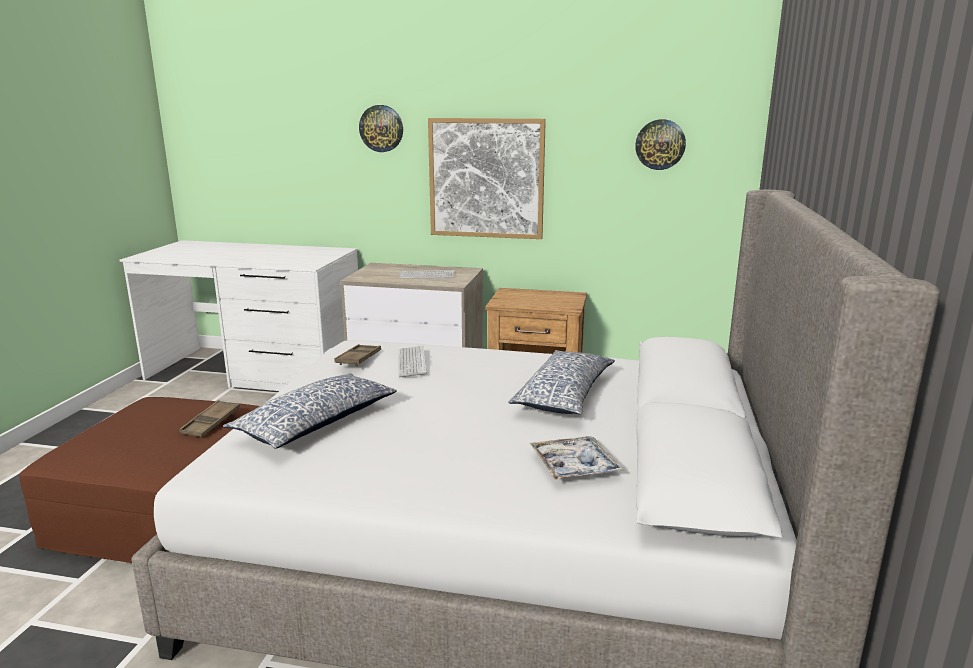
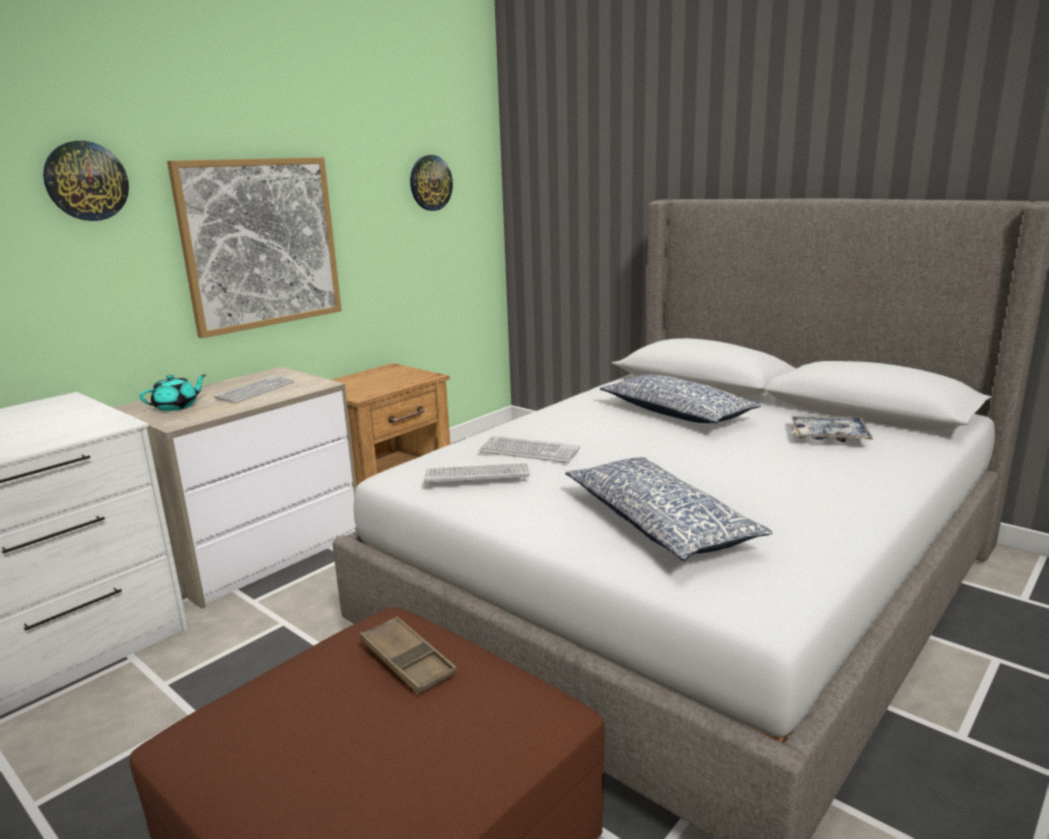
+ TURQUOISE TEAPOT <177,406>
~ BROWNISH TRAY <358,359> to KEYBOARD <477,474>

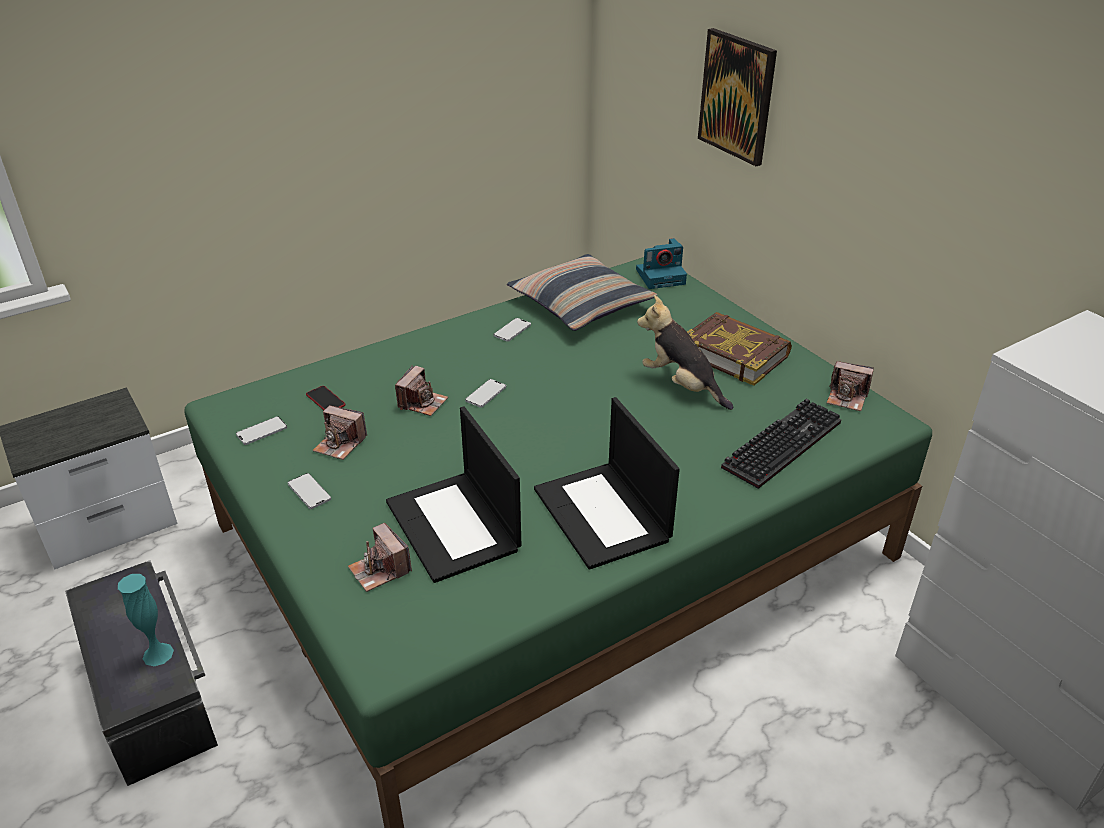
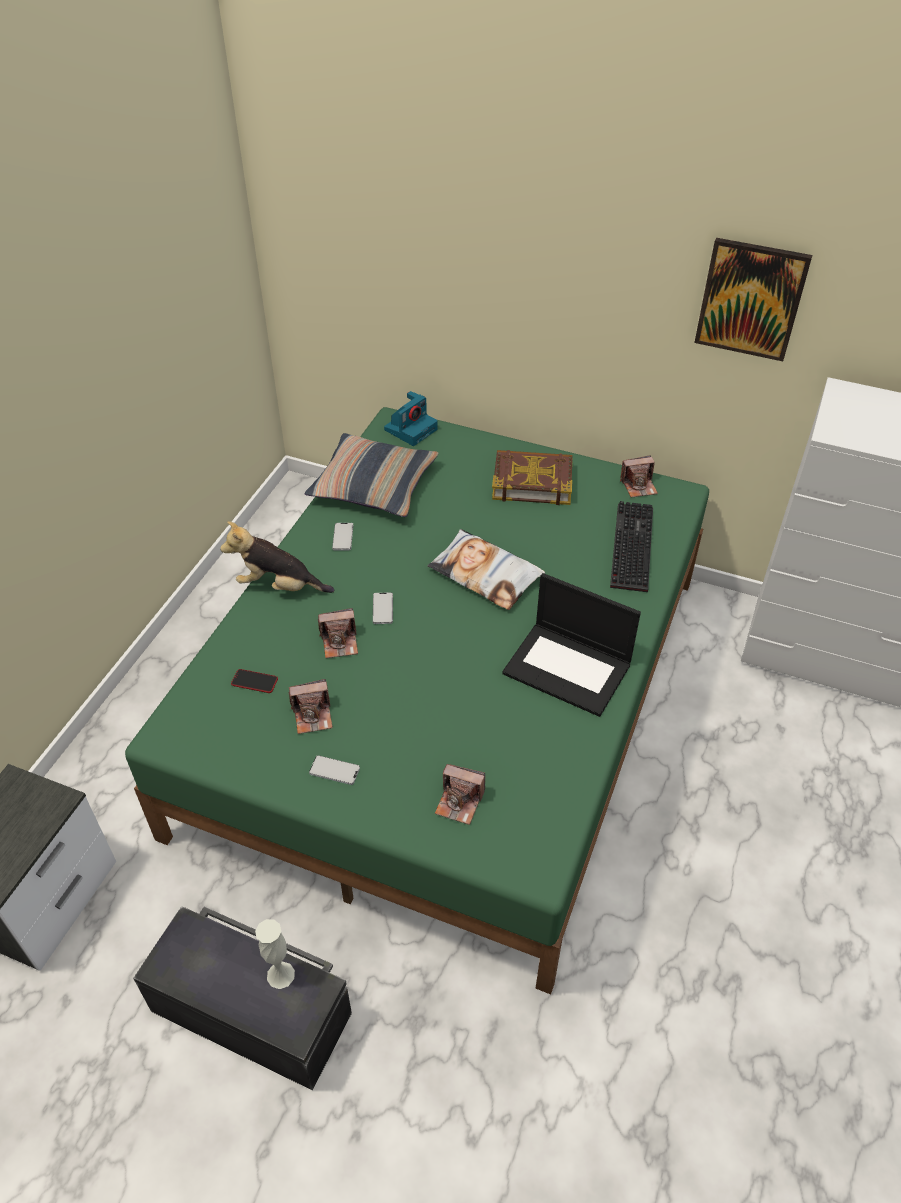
~ PLUSH TOY <681,385> to <279,586>
~ TURQUOISE FLOWER VASE <158,654> to WHITE-COLOURED FLOWER VASE <280,975>
~ STILL CAMERA <422,403> = <340,642> 90 degrees clockwise
+ CUSHION <485,575>
~ WALL PICTURE <737,96> to <751,299>
- HANDSET <262,431>
- LAPTOP <454,526>

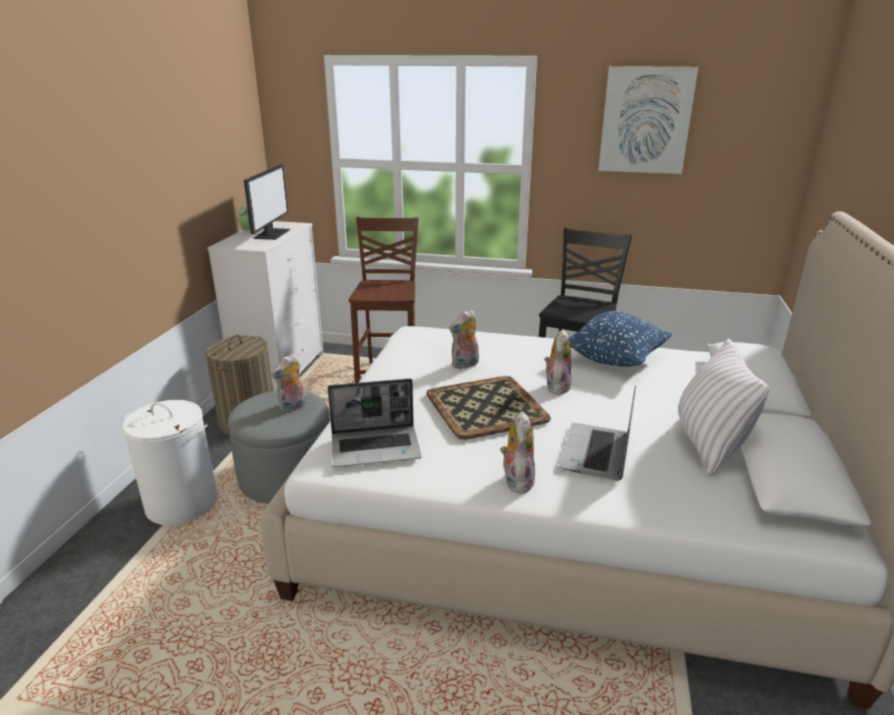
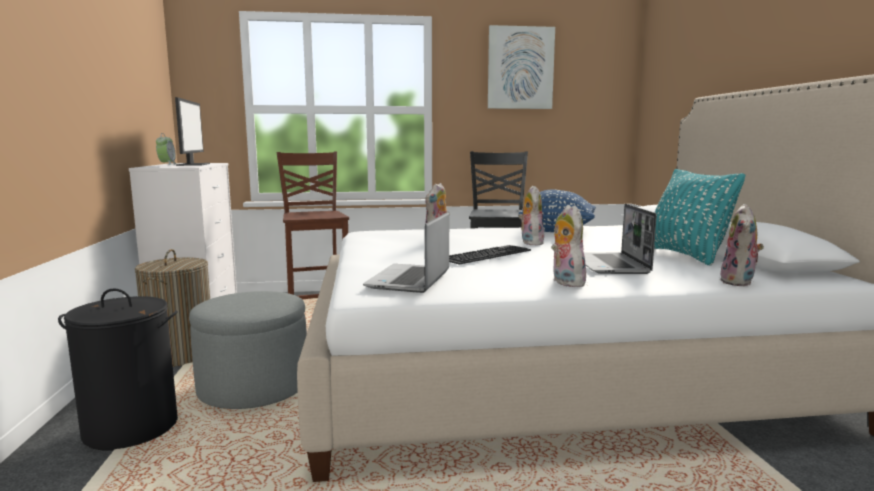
~ WHITE-COLOURED LAUNDRY BASKET <182,503> to BLACK LAUNDRY BASKET <132,427>
~ LAPTOP <376,447> = <410,280> 135 degrees clockwise
~ TRAY <486,406> to KEYBOARD <485,254>
~ WHITE-COLOURED CUSHION <708,445> to TURQUOISE CUSHION <686,255>
~ PLUSH TOY <293,407> to <739,282>

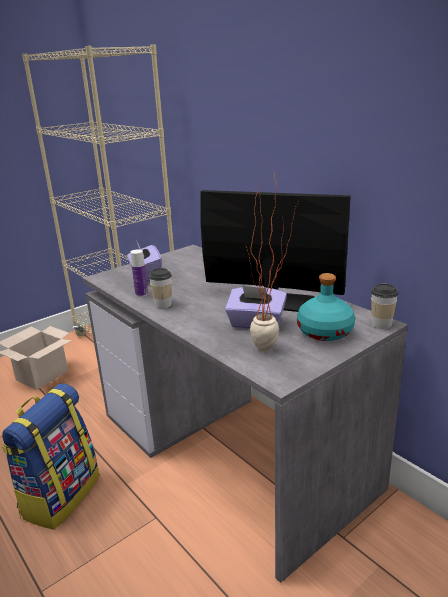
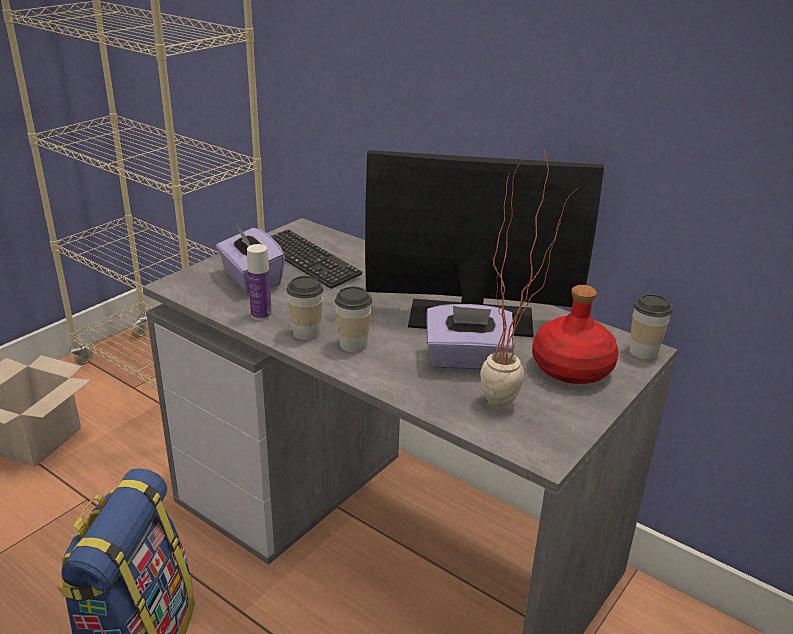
+ KEYBOARD <308,261>
+ DRINKING CUP <353,344>
~ TURQUOISE BOTTLE <325,332> to RED BOTTLE <572,368>

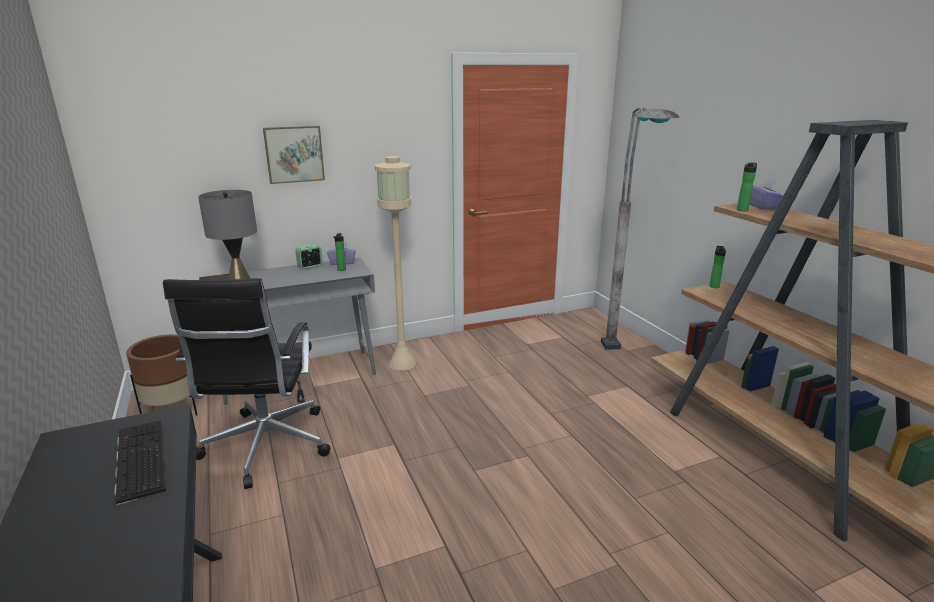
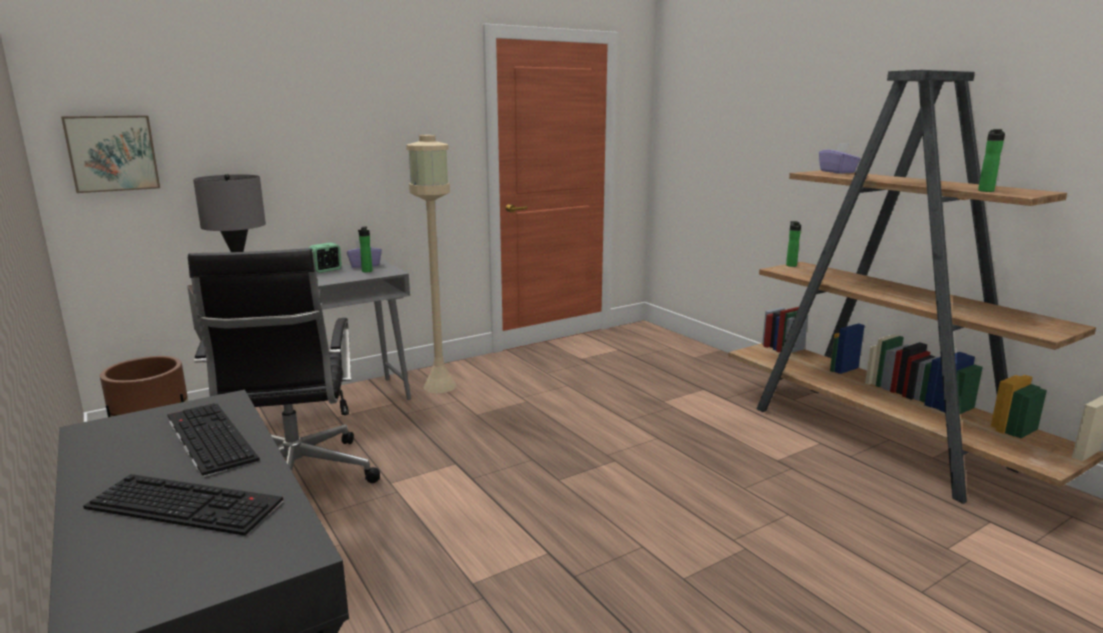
~ WALL PICTURE <294,154> to <112,153>
+ KEYBOARD <188,504>
~ BOTTLE <742,209> to <985,190>
- GREY FLOOR LAMP <621,362>

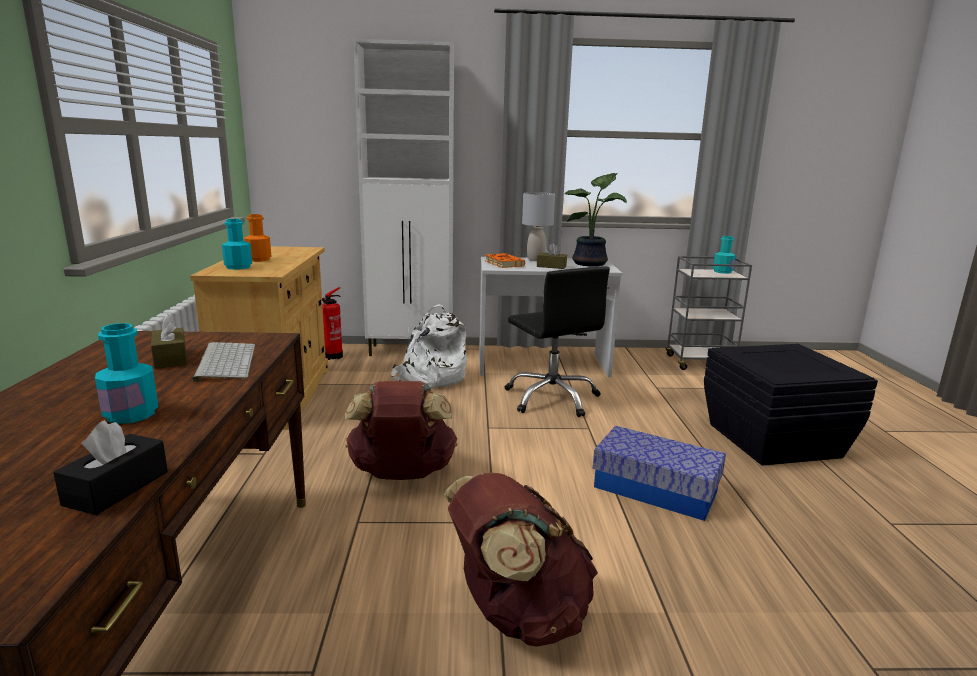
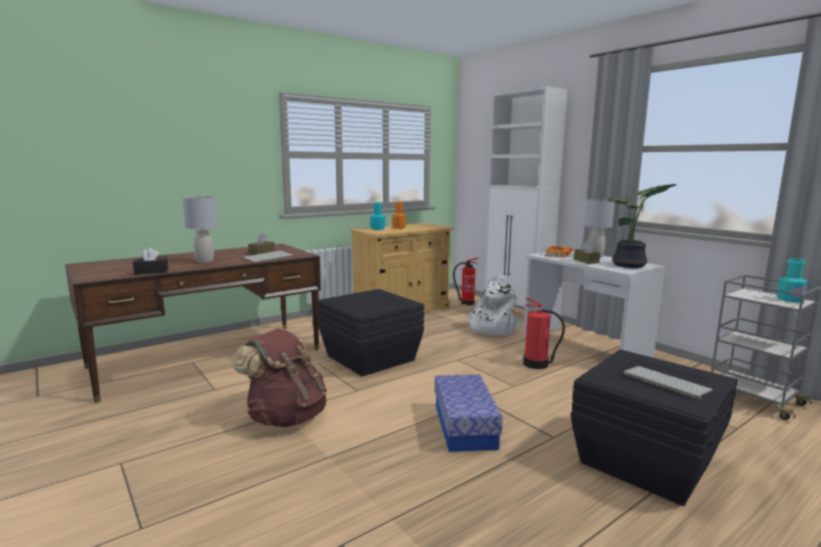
~ TURQUOISE BOTTLE <131,414> to GREY LAMP FOR A TABLE <205,261>
~ BROWNISH KNAPSACK <402,475> to BLACK STORAGE CONTAINER <371,358>
~ BLACK OFFICE CHAIR <552,398> to FIRE-FIGHTING CYLINDER <536,364>
+ KEYBOARD <665,382>

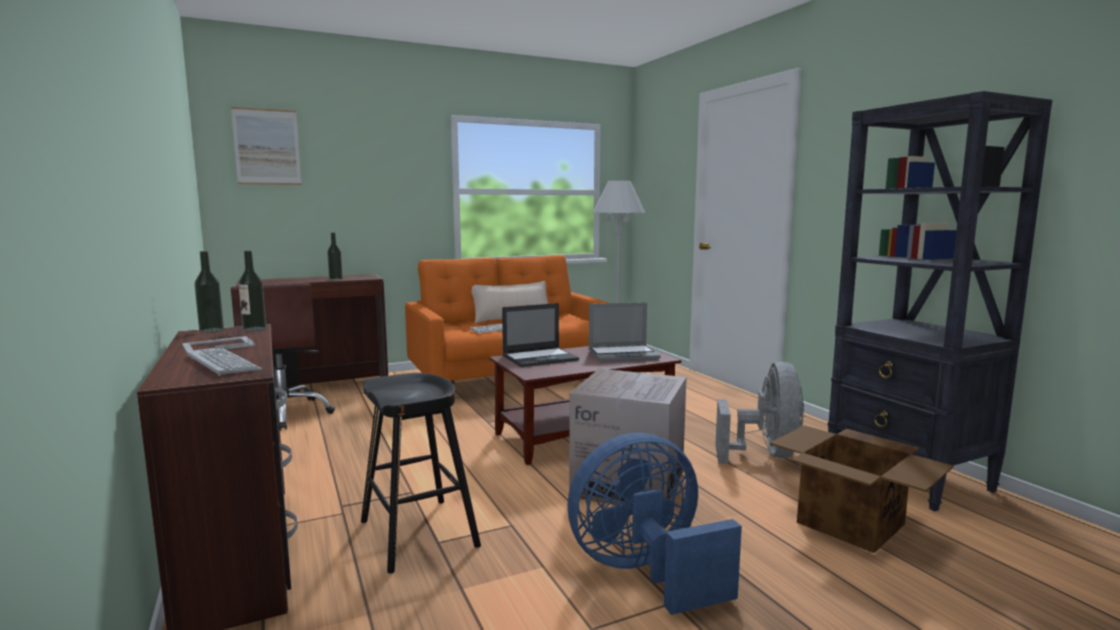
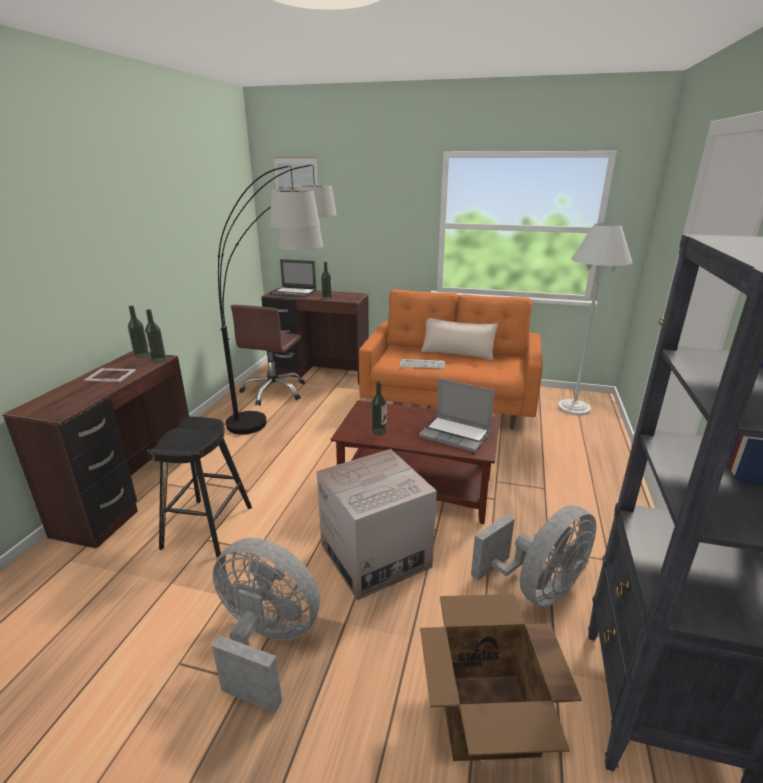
~ BLUE COOLING FAN <645,572> to GREY COOLING FAN <266,643>
+ FLOOR LAMP <294,426>
~ LAPTOP <541,358> to <294,293>
+ BOTTLE <378,431>
- KEYBOARD <223,363>

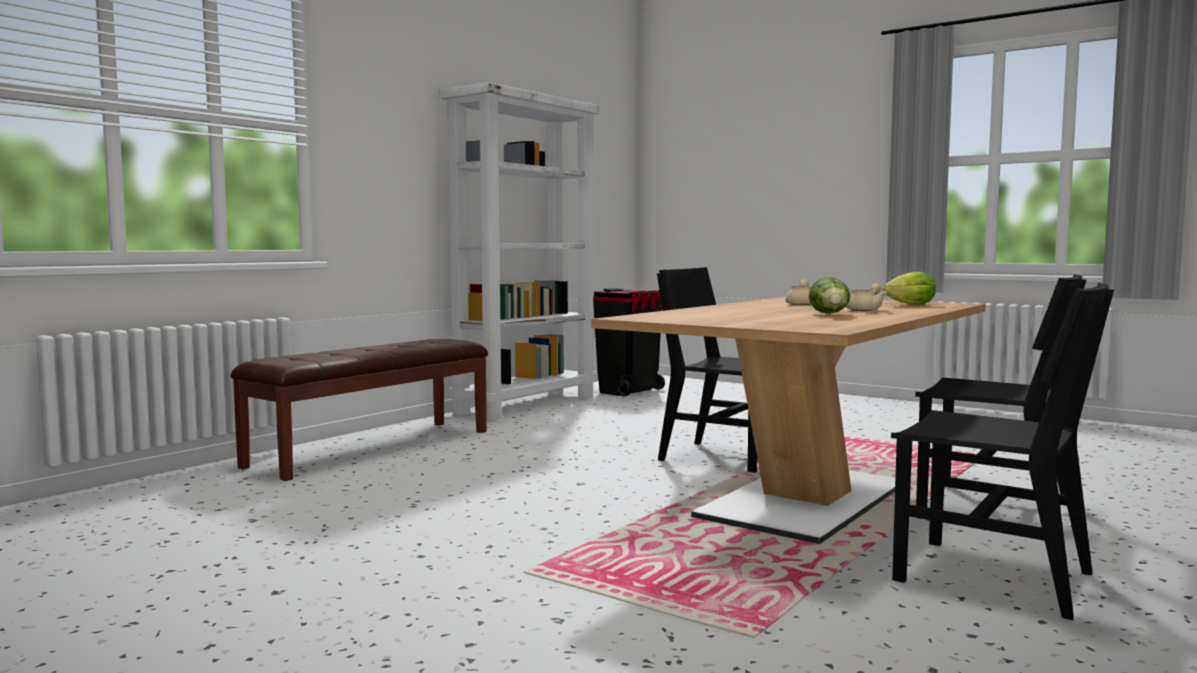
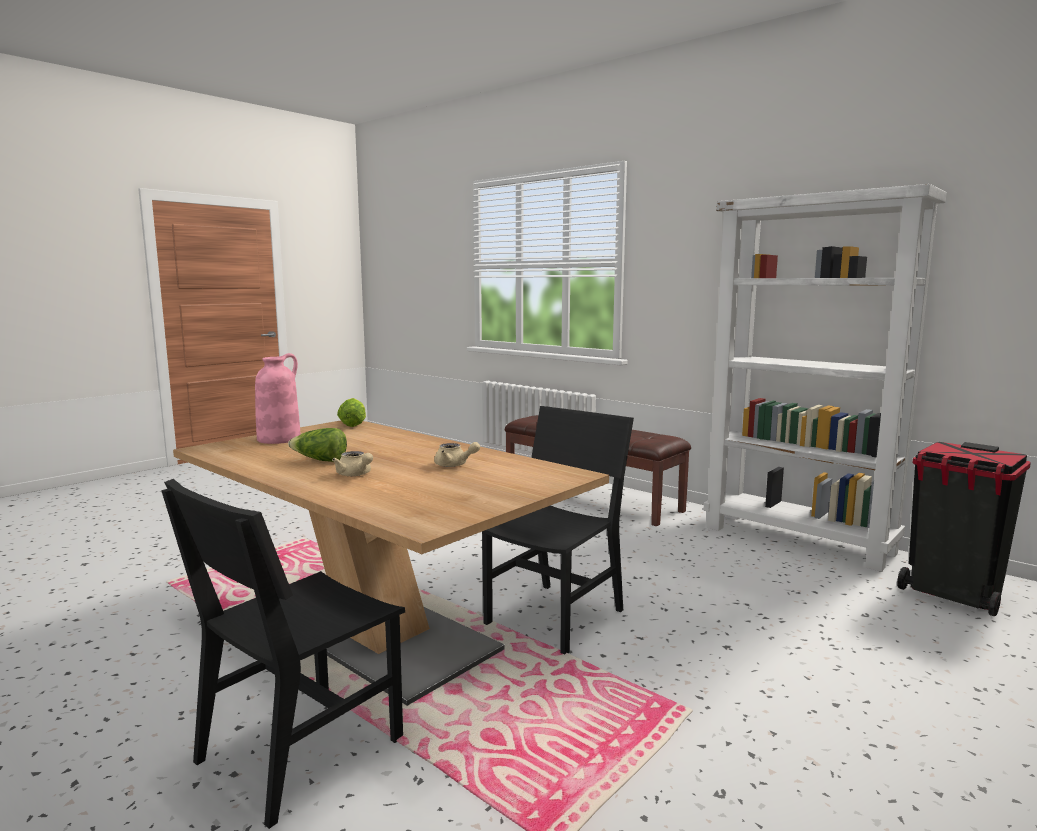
+ PINK FLOWER VASE <279,439>
~ LETTUCE HEAD <908,305> to <353,424>
- BLACK CHAIR <993,577>

